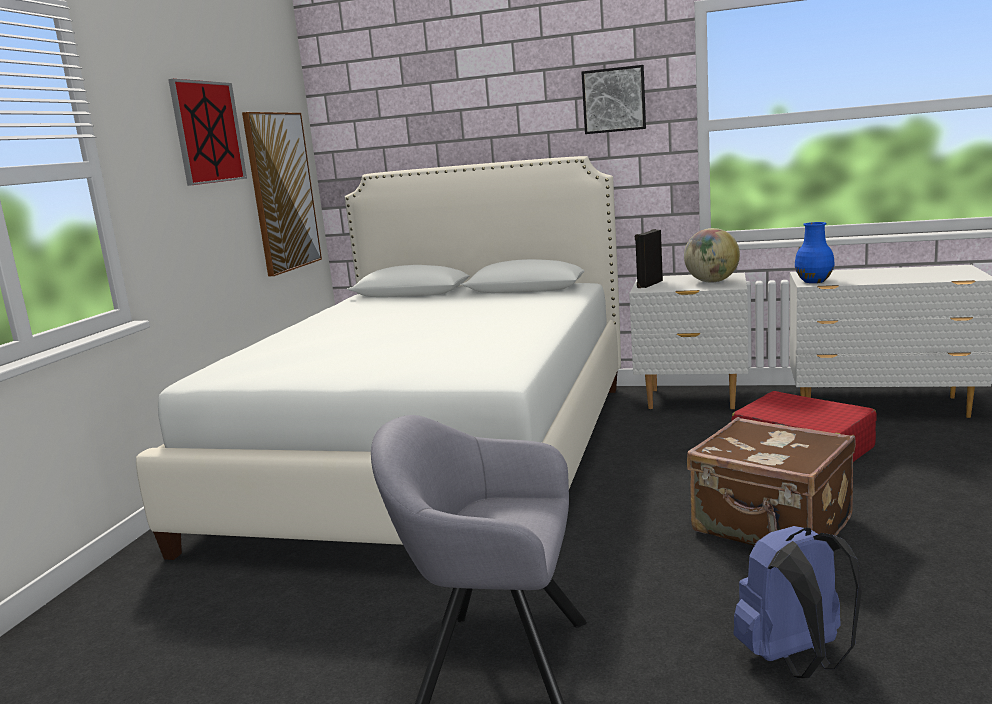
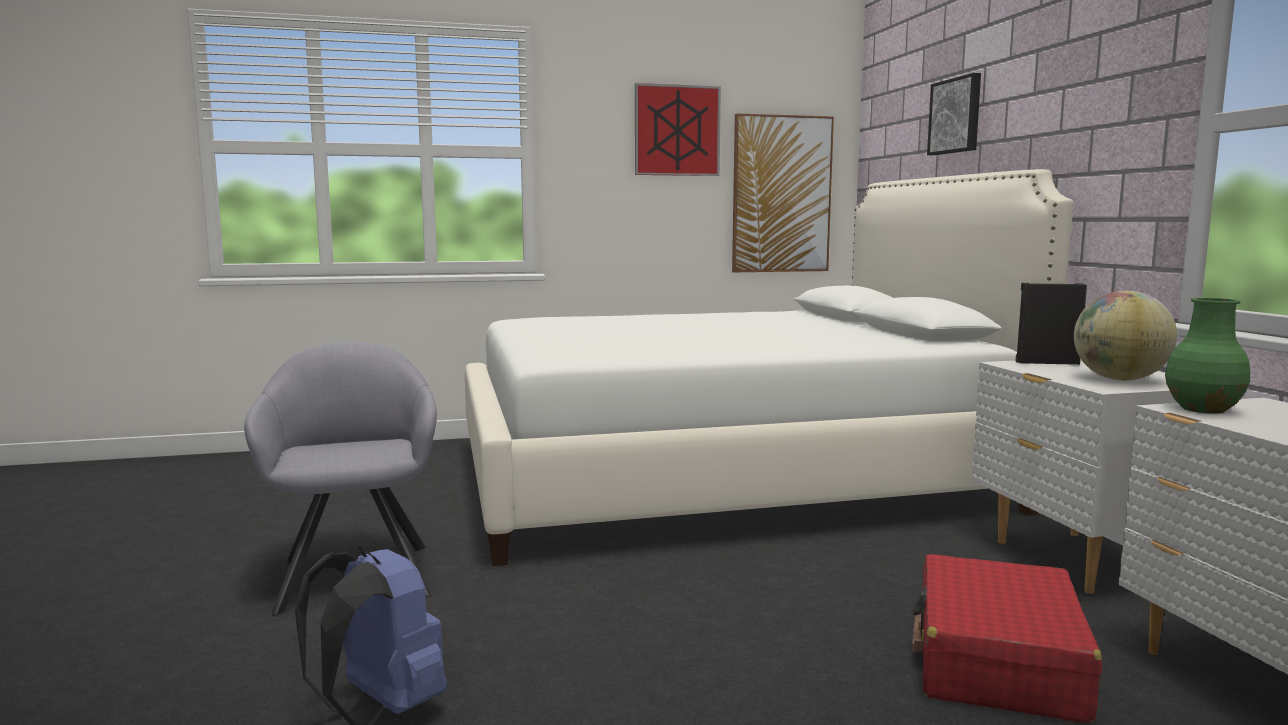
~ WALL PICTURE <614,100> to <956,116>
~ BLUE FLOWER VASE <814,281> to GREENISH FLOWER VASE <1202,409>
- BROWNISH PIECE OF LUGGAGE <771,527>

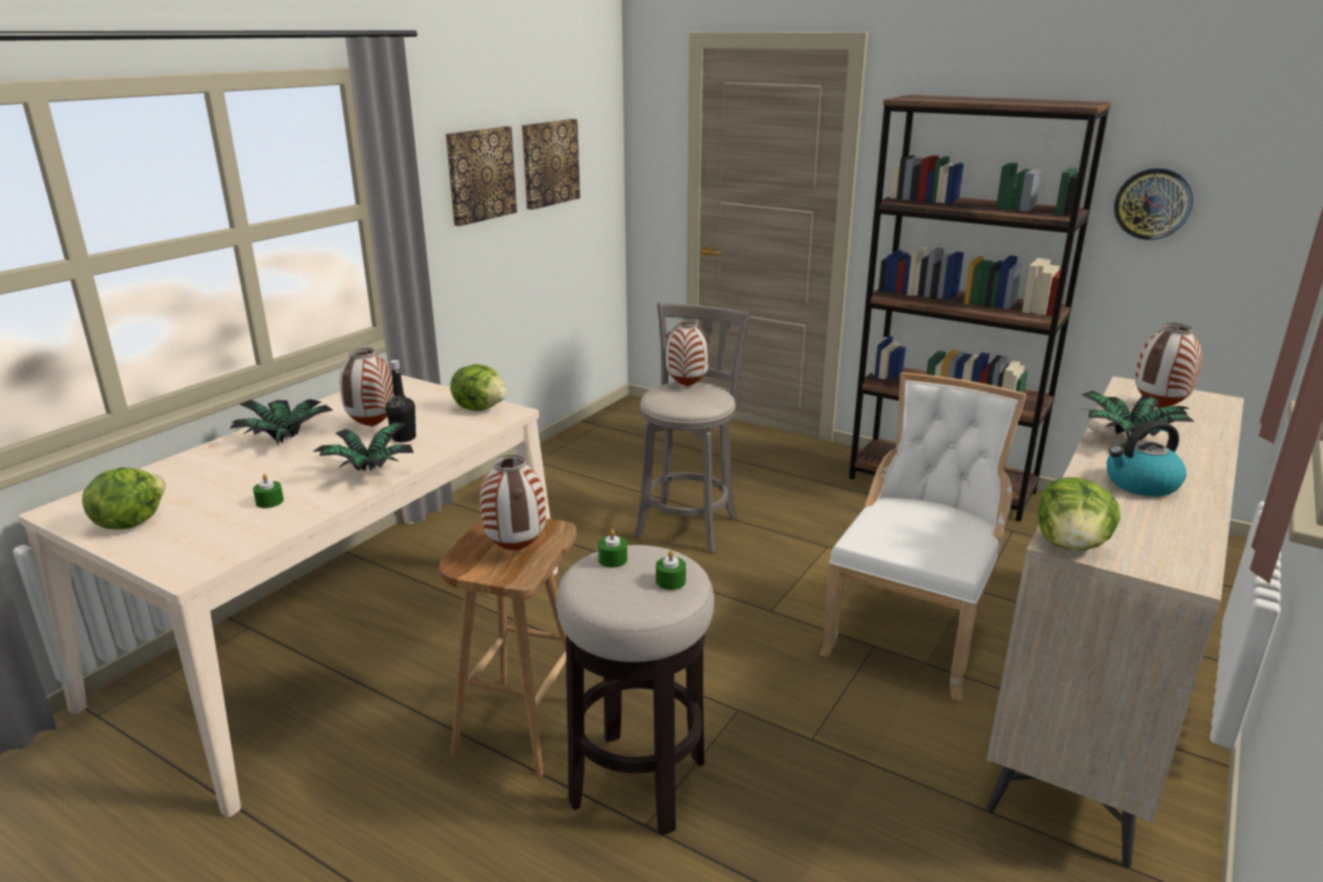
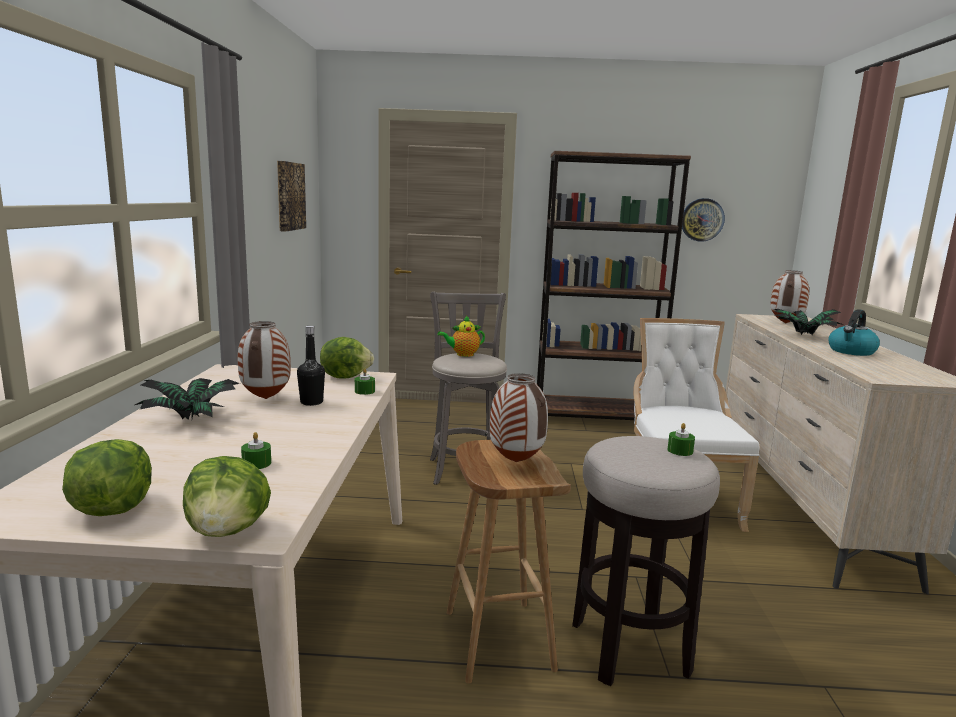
~ LETTUCE HEAD <1071,545> to <228,531>
~ GREENISH WAX CANDLE <613,559> to <364,391>
~ FLOWER VASE <687,386> to TEAPOT <463,354>
- HOUSEPLANT <368,472>
- WALL PICTURE <480,175>

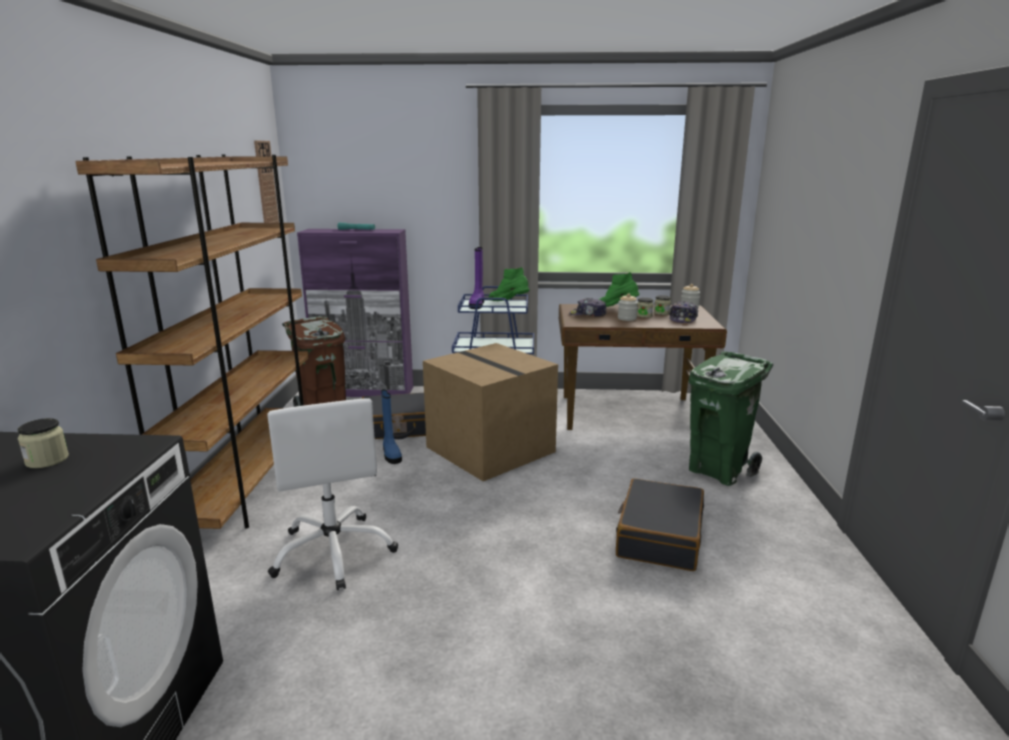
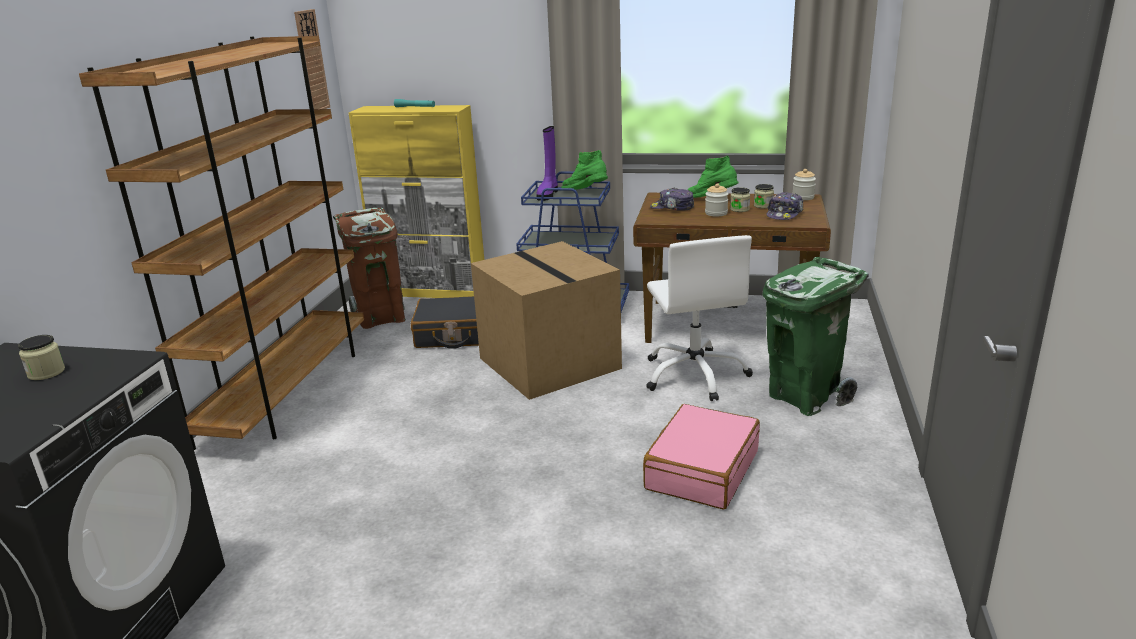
~ PURPLE CABINET <365,391> to YELLOW-COLOURED CABINET <432,291>
~ BLACK PIECE OF LUGGAGE <659,536> to PINK PIECE OF LUGGAGE <701,470>
~ WHITE-COLOURED OFFICE CHAIR <334,552> to <695,375>
- BLUE HIGH-TOP BOOT <391,454>

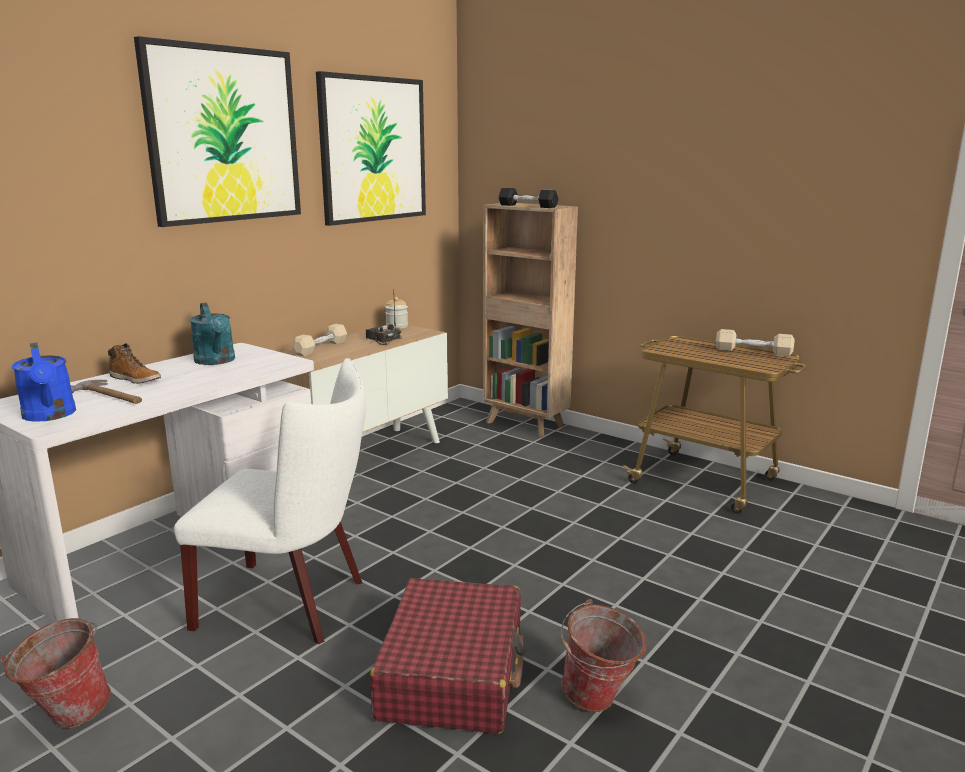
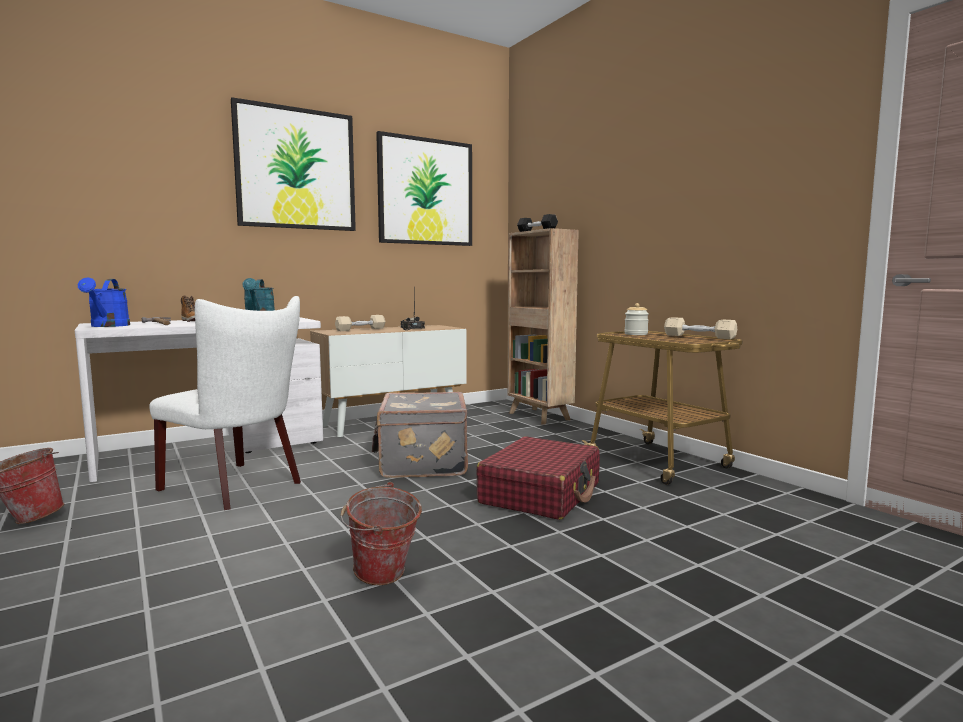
+ GREY PIECE OF LUGGAGE <422,463>
~ RED PIECE OF LUGGAGE <453,673> to <541,494>
~ JAR <397,326> to <636,334>

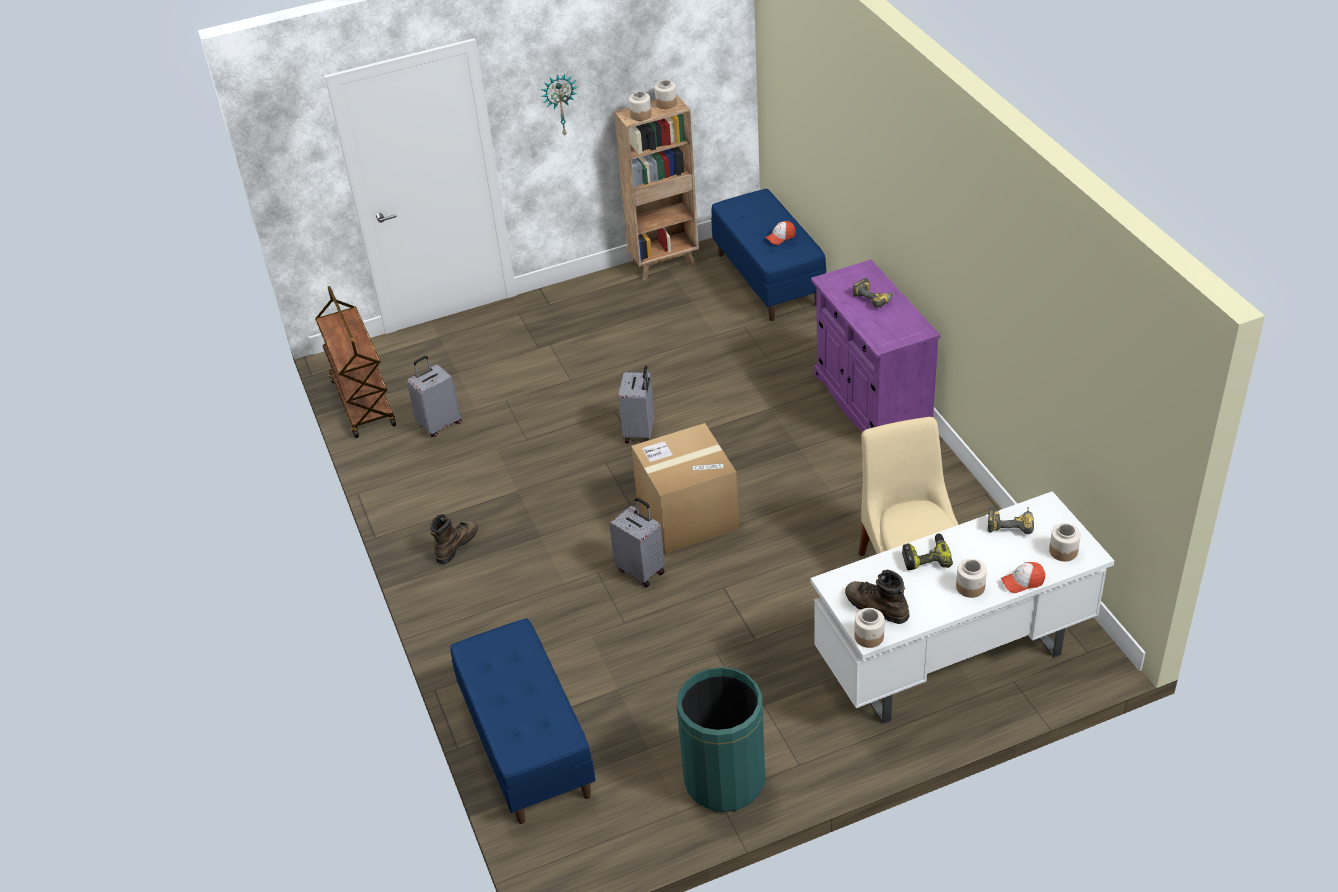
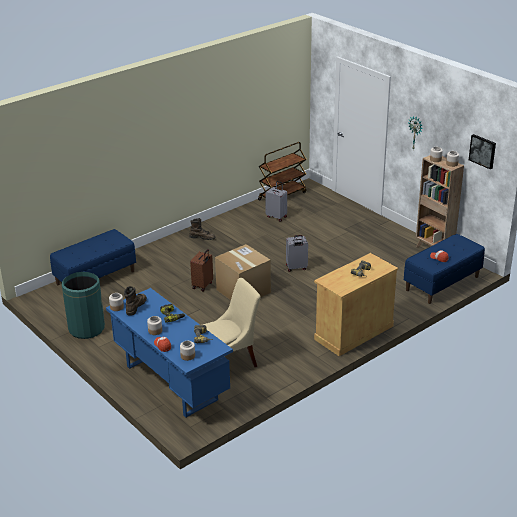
~ WHITE-COLOURED DESK UNIT <953,663> to BLUE DESK UNIT <170,383>
~ GREY PIECE OF LUGGAGE <641,570> to BROWNISH PIECE OF LUGGAGE <203,285>
~ PURPLE CABINET <871,403> to SAND-COLOURED CABINET <353,332>
+ WALL PICTURE <483,151>

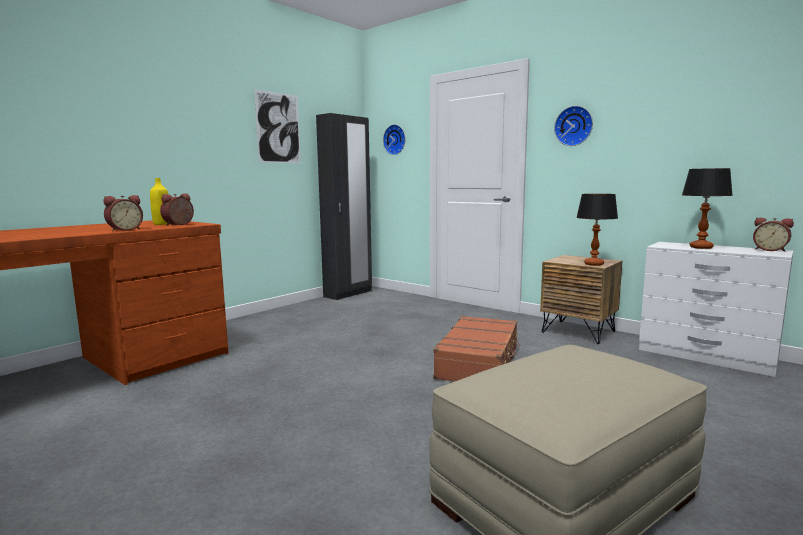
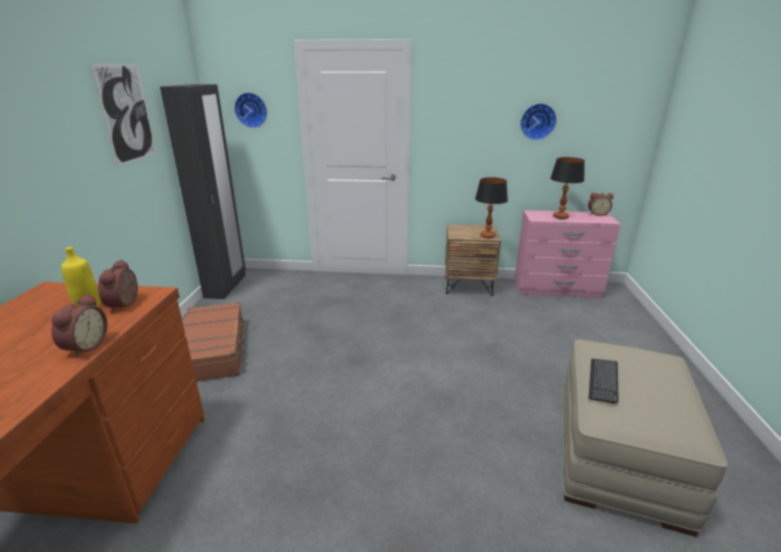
~ BROWNISH PIECE OF LUGGAGE <479,362> to <214,350>
~ WHITE-COLOURED DRESSER <706,356> to PINK DRESSER <557,289>
~ CLOCK ON THE WALL <574,126> to <537,121>
+ KEYBOARD <603,381>

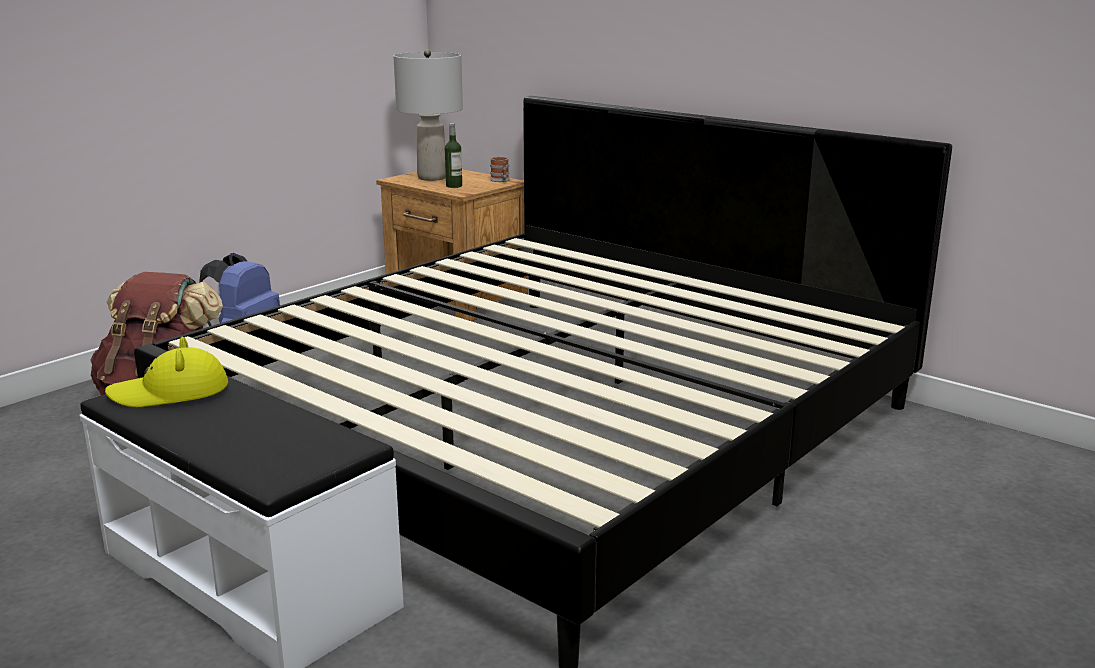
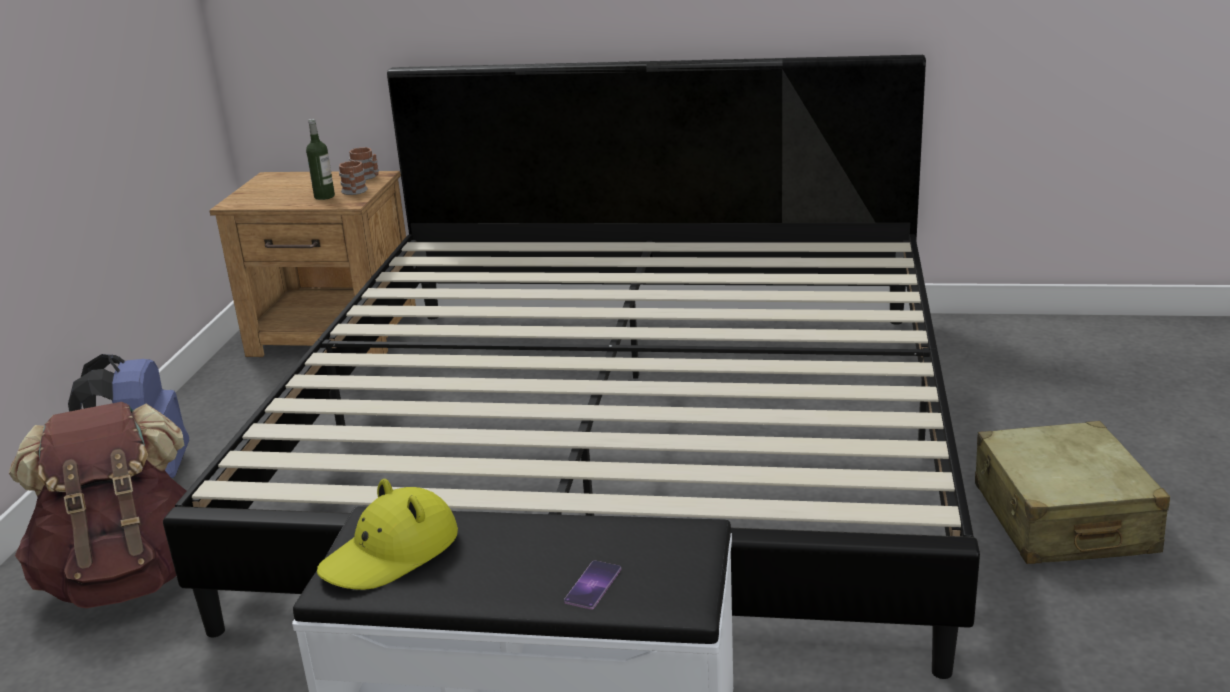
+ COFFEE MUG <354,192>
+ HANDSET <593,585>
+ SAND-COLOURED PIECE OF LUGGAGE <1062,519>
- GREY LAMP FOR A TABLE <432,178>

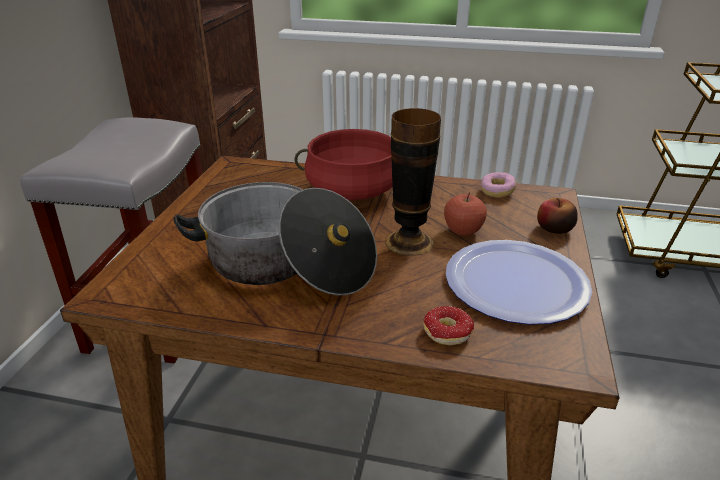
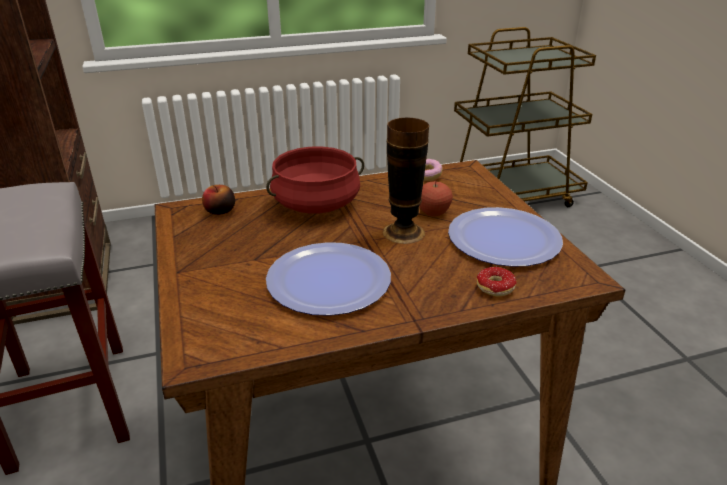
~ APPLE FRUIT <554,229> to <220,211>
~ COOKING POT <287,265> to PLATE <328,280>

